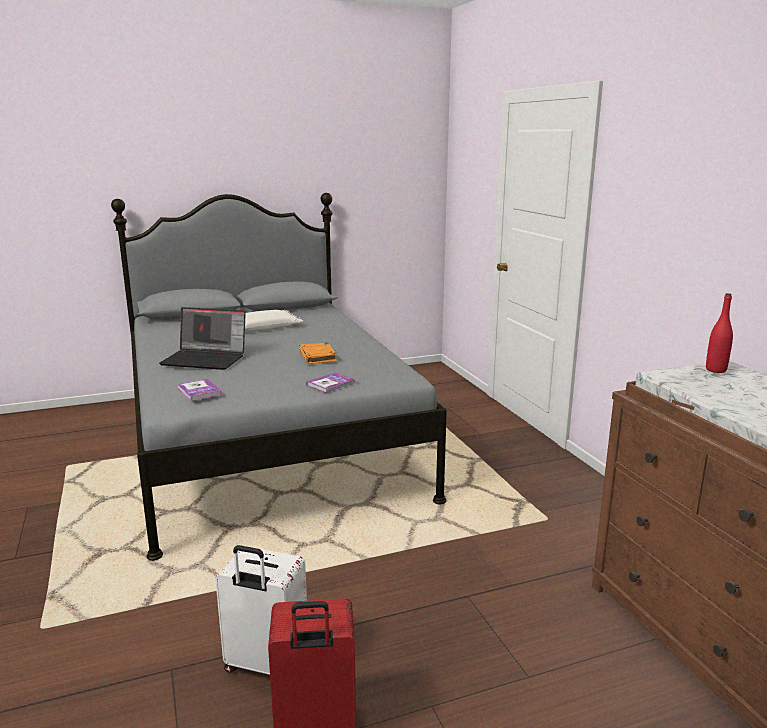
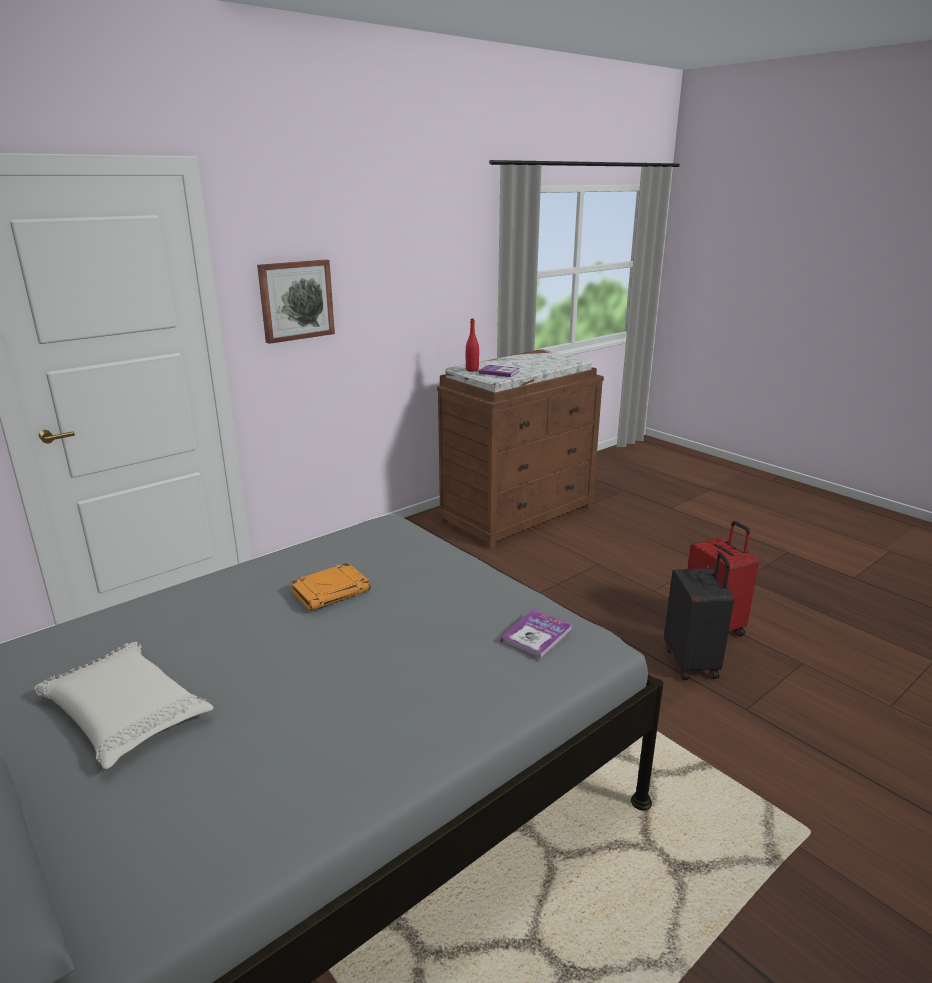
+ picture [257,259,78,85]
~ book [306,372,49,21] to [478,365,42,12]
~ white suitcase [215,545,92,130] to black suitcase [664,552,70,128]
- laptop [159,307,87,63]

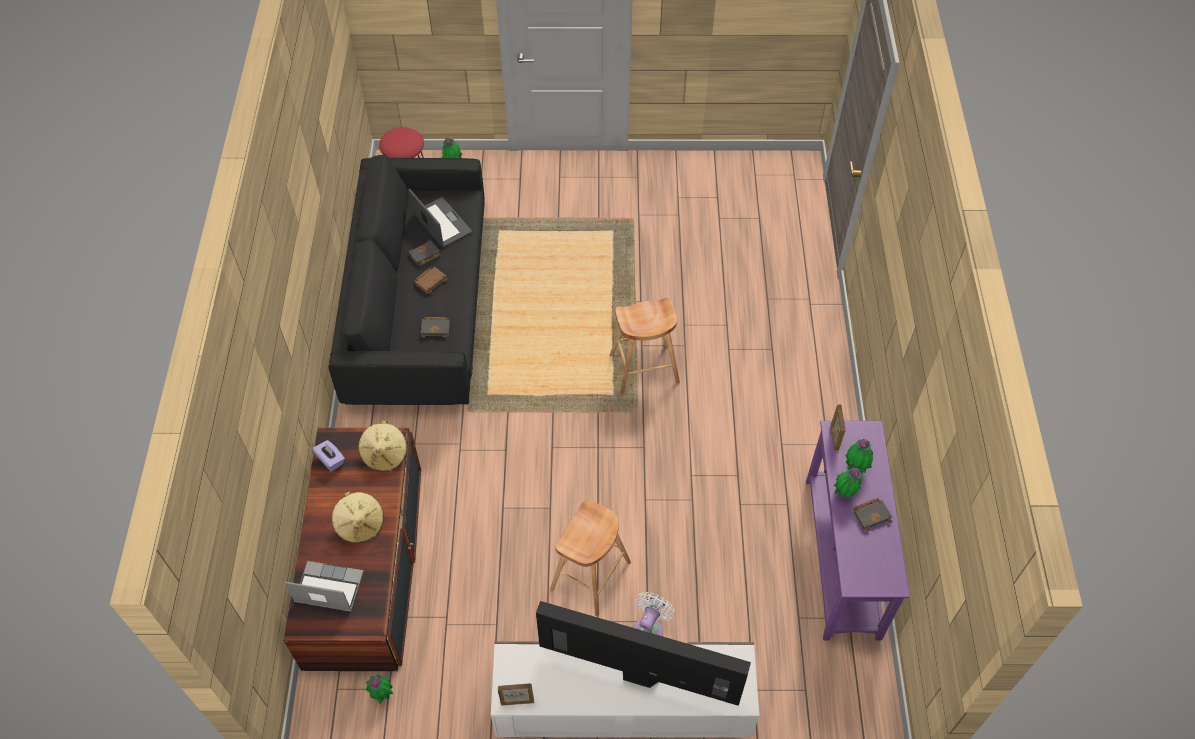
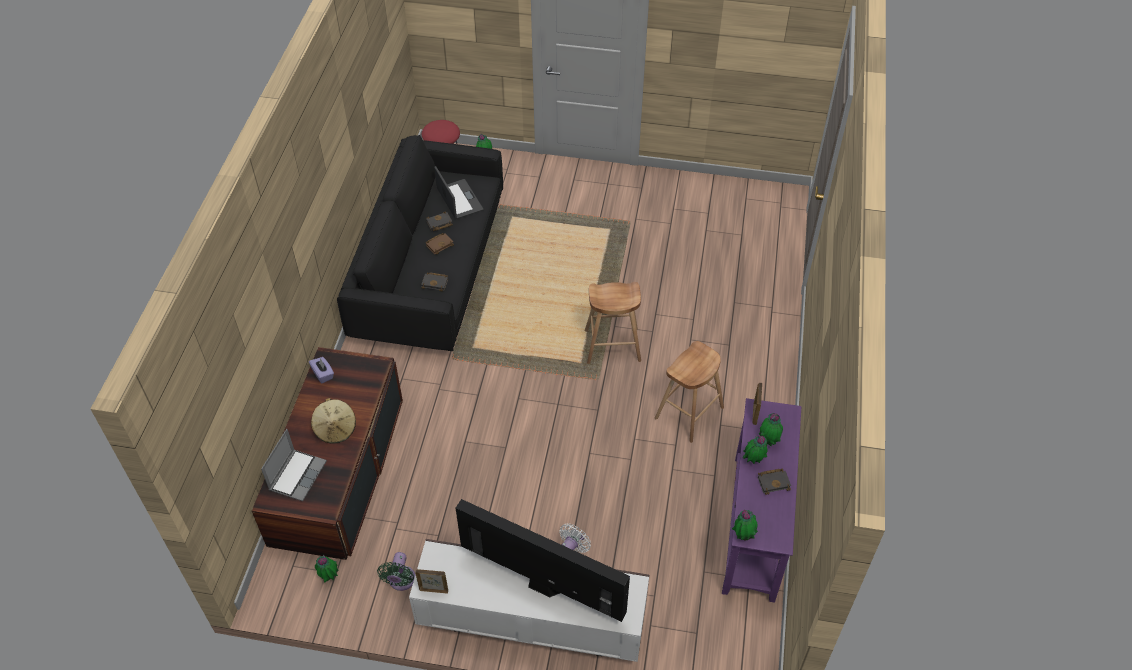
~ laptop [285,561,79,51] = [261,429,66,72] 90 degrees clockwise
+ green fan [377,552,38,39]
~ brown stool [550,500,81,116] to [655,341,69,102]
+ potted plant [732,510,26,31]
- beige hat [358,420,49,52]

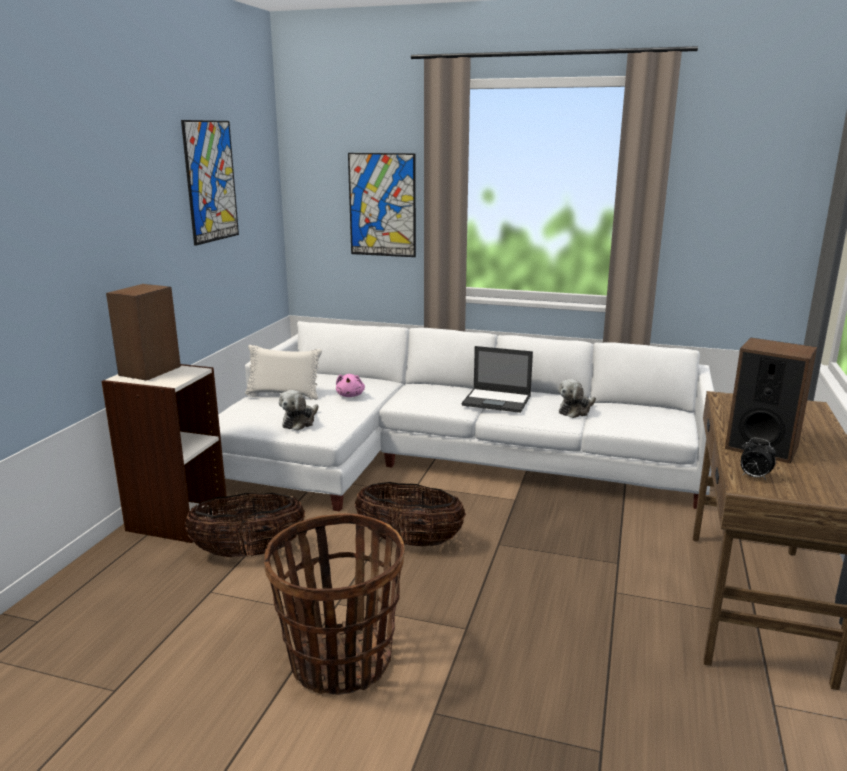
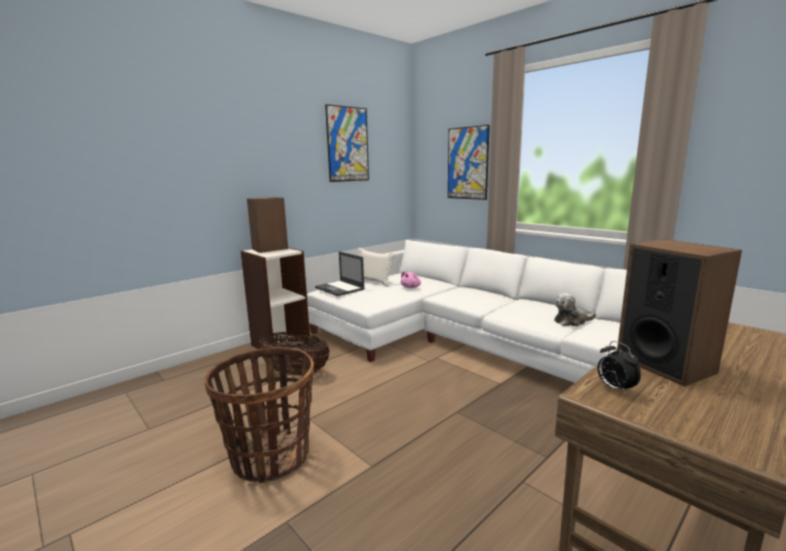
~ laptop [462,346,71,67] to [315,252,50,44]
- plush toy [279,390,40,40]
- basket [355,482,111,64]

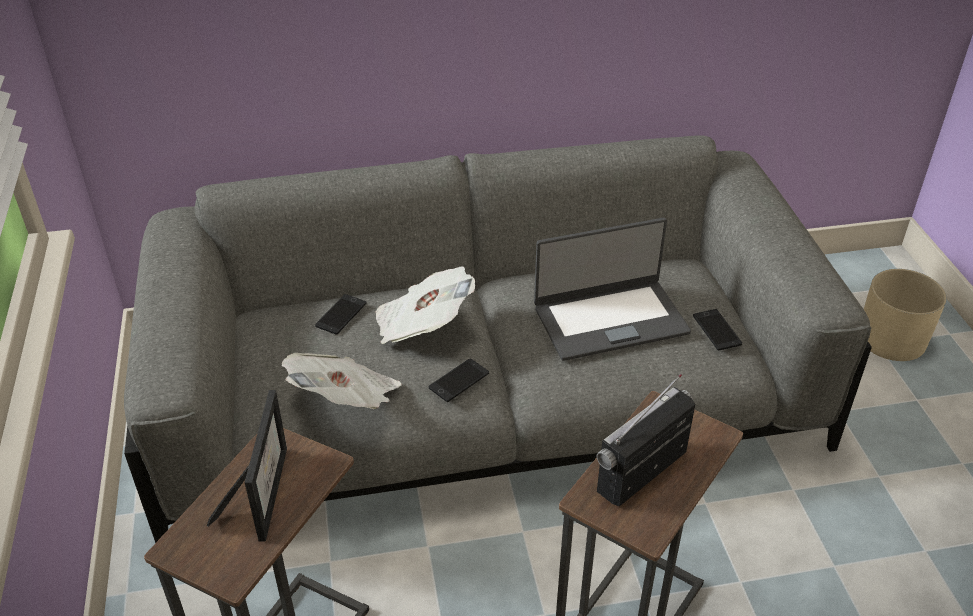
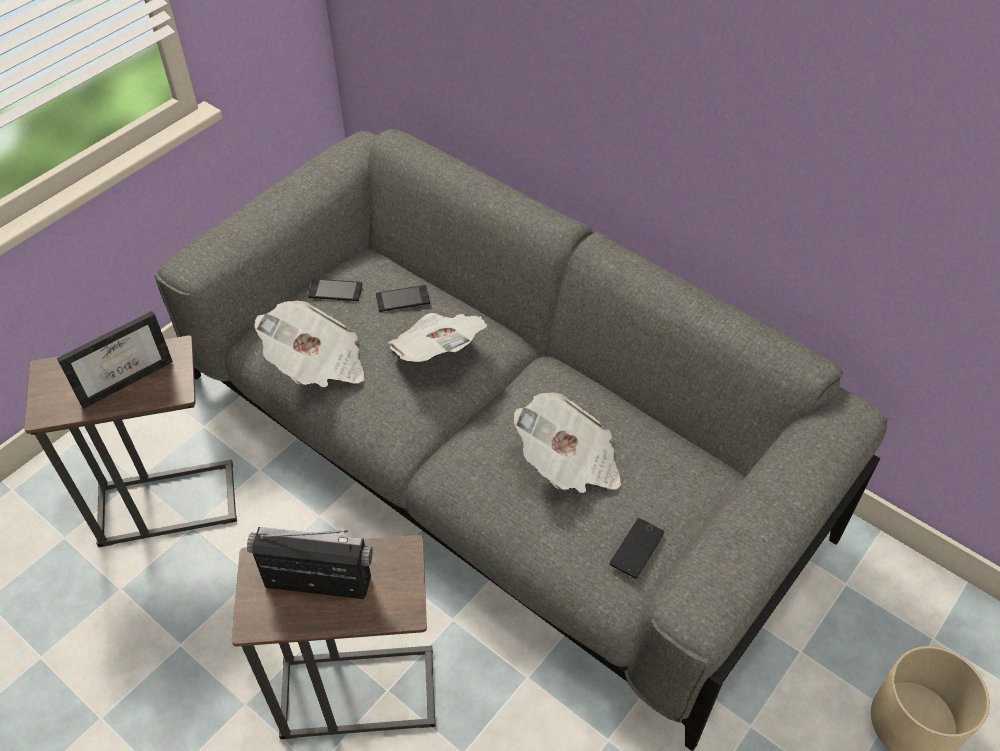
~ phone [429,359,60,43] to [308,279,54,22]
~ laptop [534,218,157,143] to newspaper [514,392,107,101]

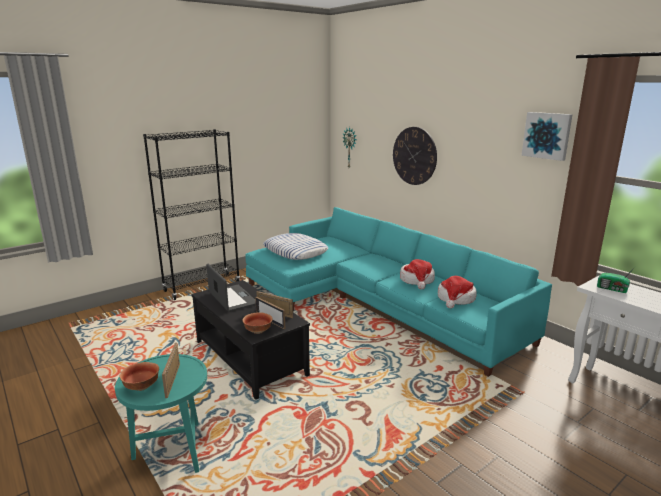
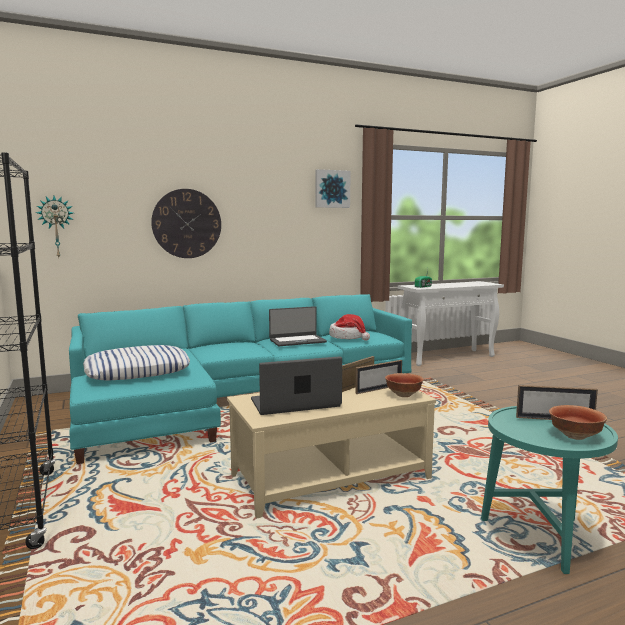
~ black coffee table [191,280,119,120] to beige coffee table [227,388,209,130]
~ hat [400,259,35,30] to laptop [269,306,58,40]

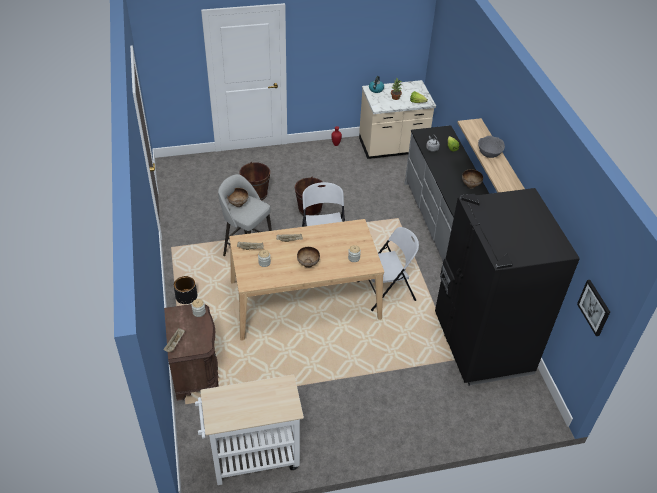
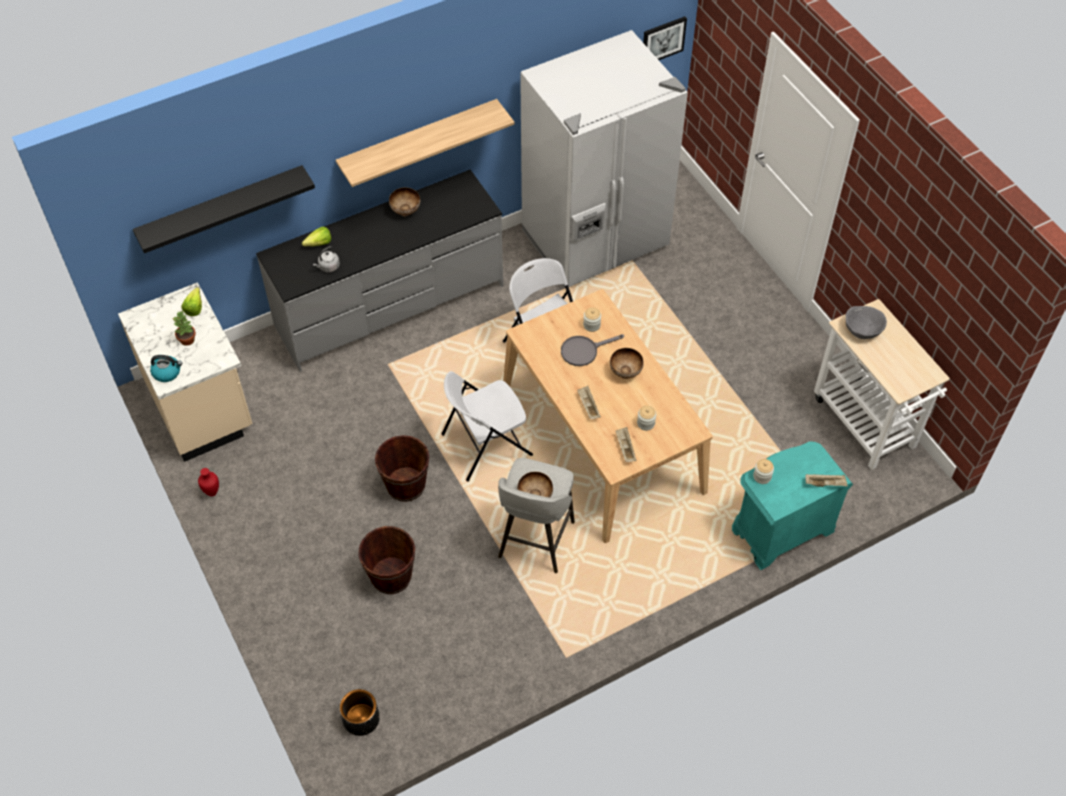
+ black shelf [133,165,182,88]
~ black planter [174,276,23,28] to [340,689,40,47]
~ black fridge [435,188,145,198] to white fridge [520,30,168,258]
+ grey frying pan [561,334,63,32]
~ brown nightstand [164,304,55,97] to turquoise nightstand [732,441,121,129]
~ grey bowl [478,135,27,23] to [846,306,41,33]

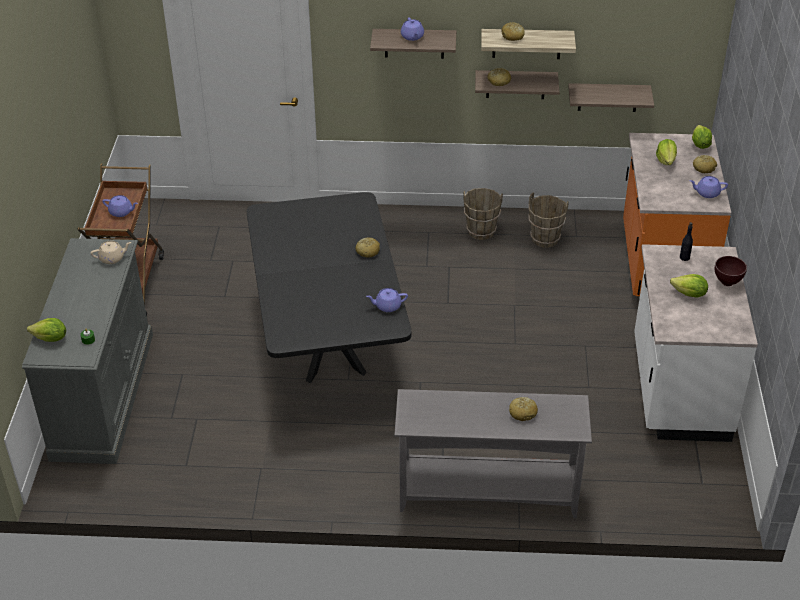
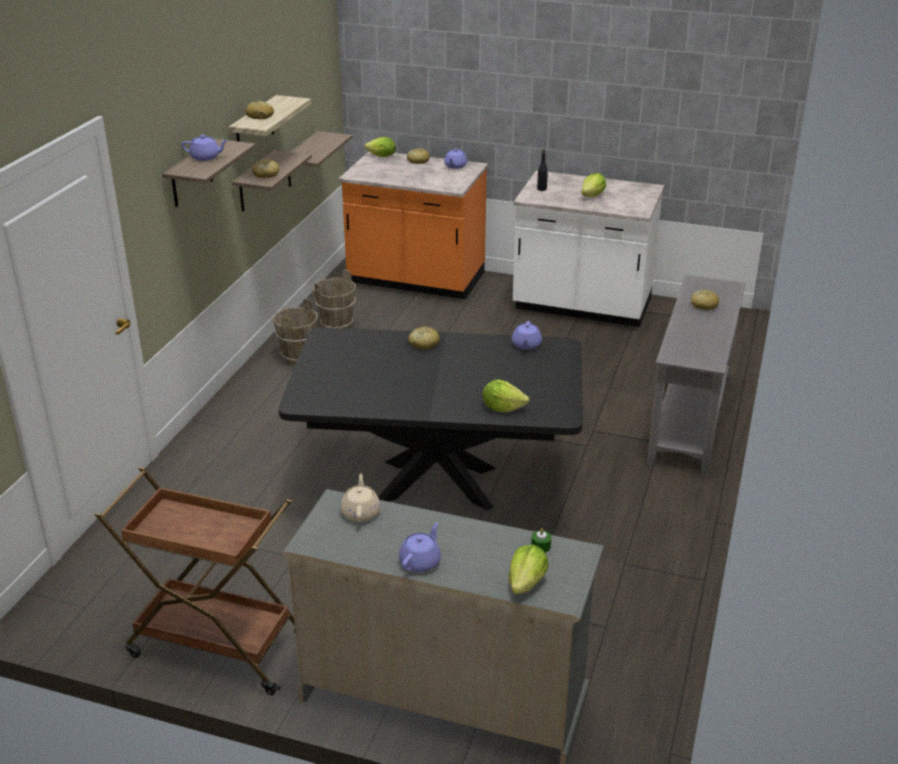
~ purple teapot [102,195,36,22] to [399,522,42,50]
~ lettuce [656,139,21,26] to [483,379,47,33]
- brown bowl [715,256,32,30]

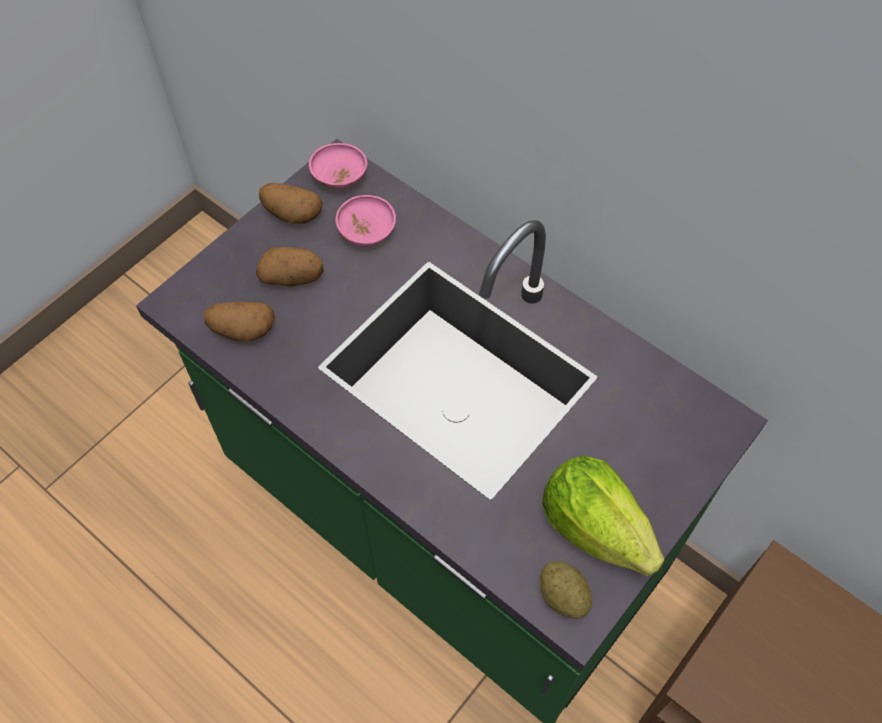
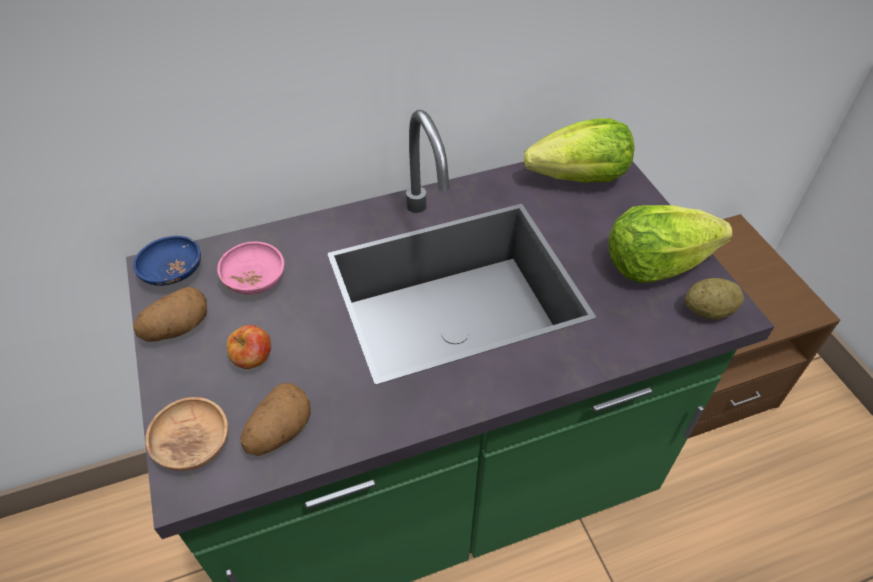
~ pink bowl [309,143,58,46] to blue bowl [133,236,68,50]
+ brown bowl [145,397,83,74]
~ potato [256,247,68,39] to apple [227,325,44,44]
+ lettuce [524,118,110,65]

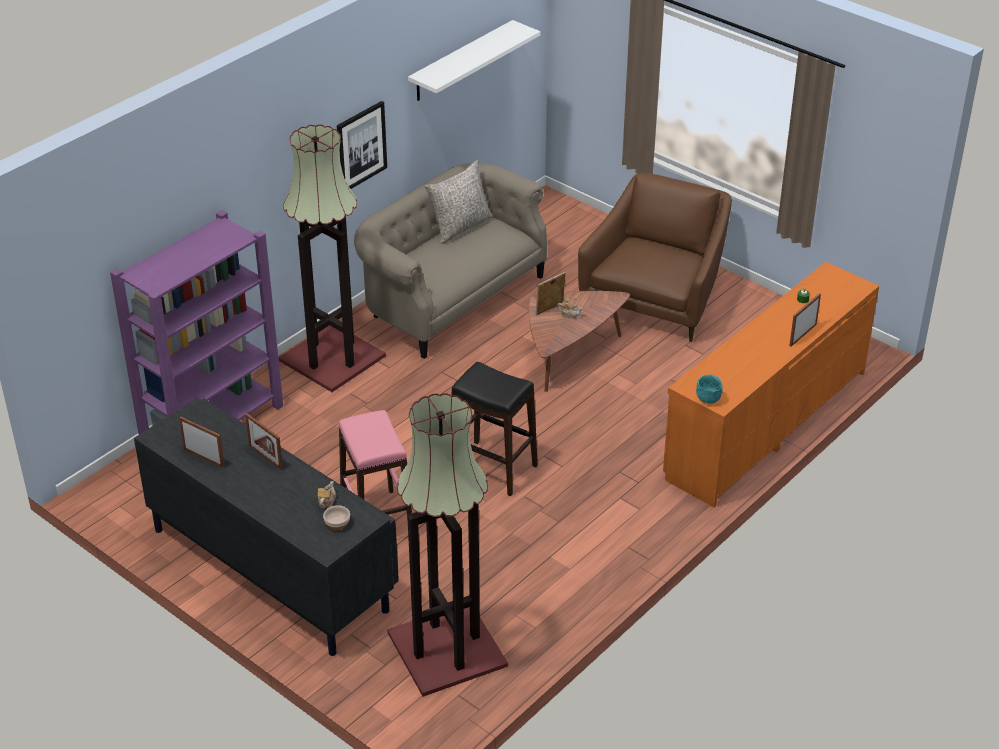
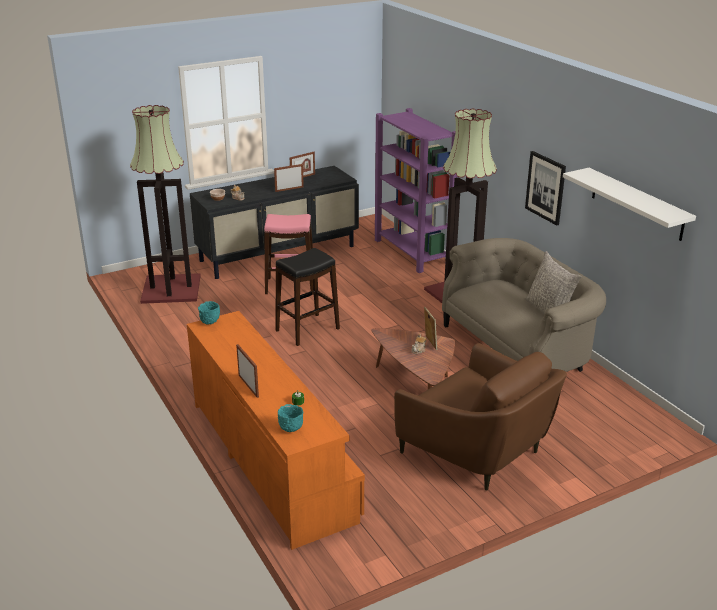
+ turquoise bowl [278,404,25,28]

